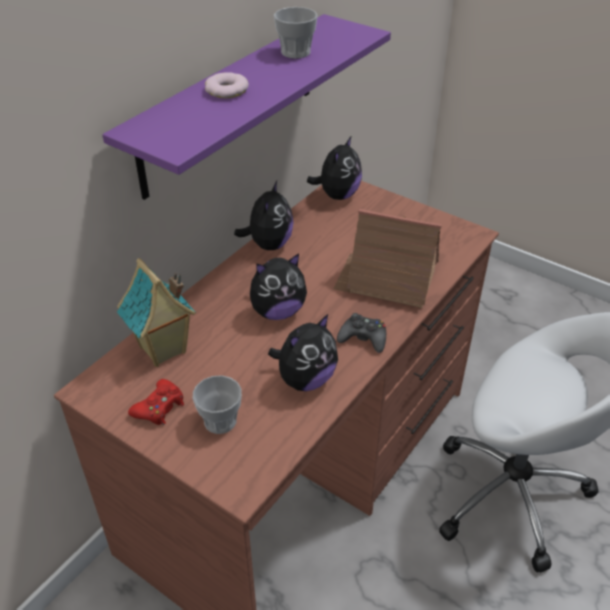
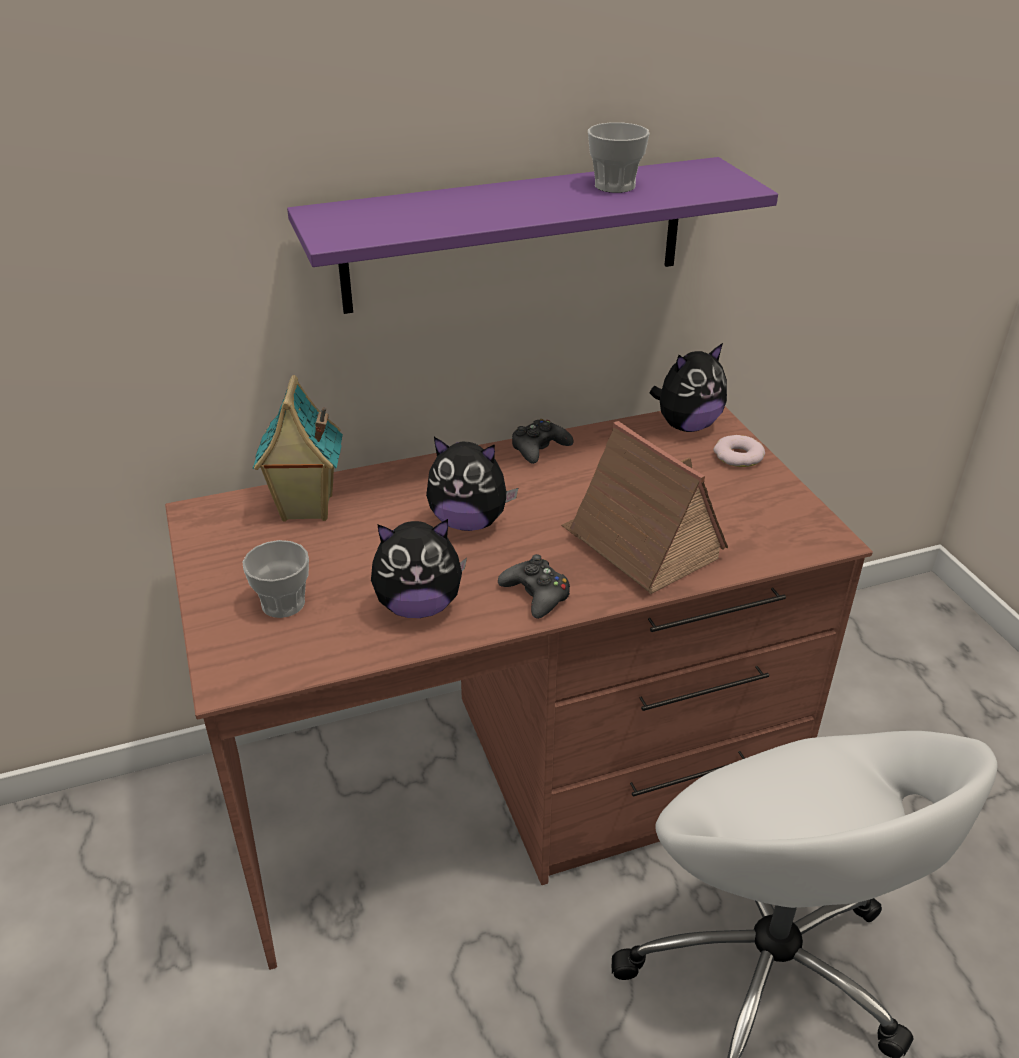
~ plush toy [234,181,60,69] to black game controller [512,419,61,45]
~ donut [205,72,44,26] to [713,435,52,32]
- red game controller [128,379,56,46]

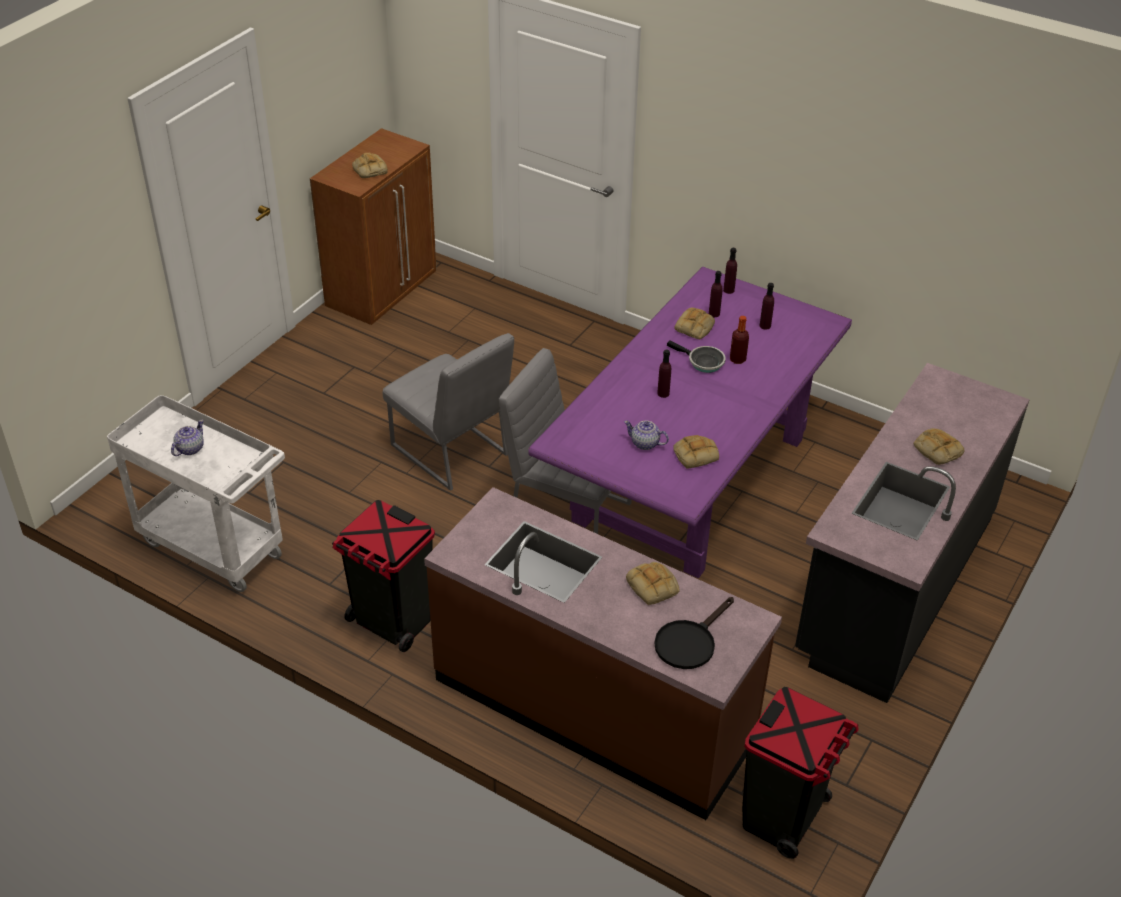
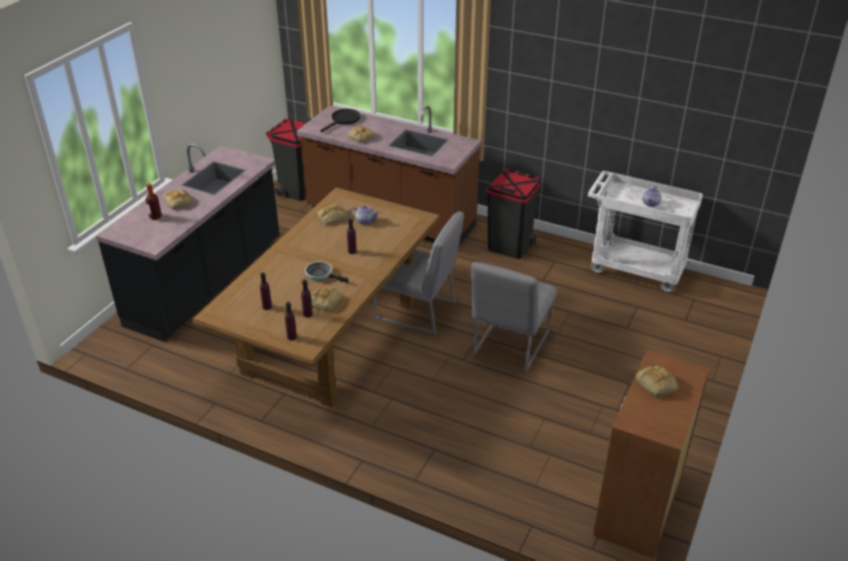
~ bottle [730,316,19,48] to [146,183,16,37]
~ purple dining table [529,267,323,311] to brown dining table [192,187,248,221]
~ grey chair [383,333,131,158] = [471,262,86,110] 105 degrees counterclockwise

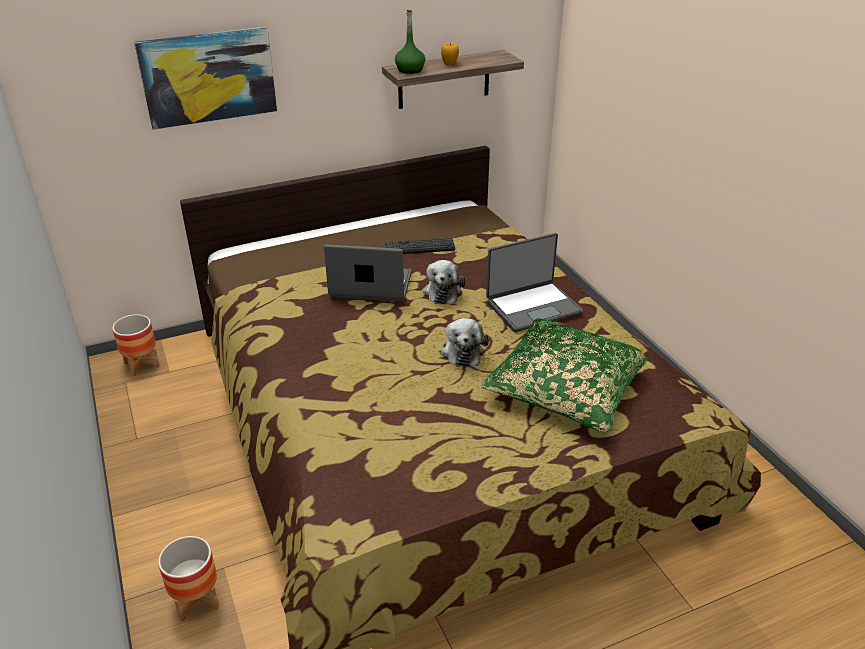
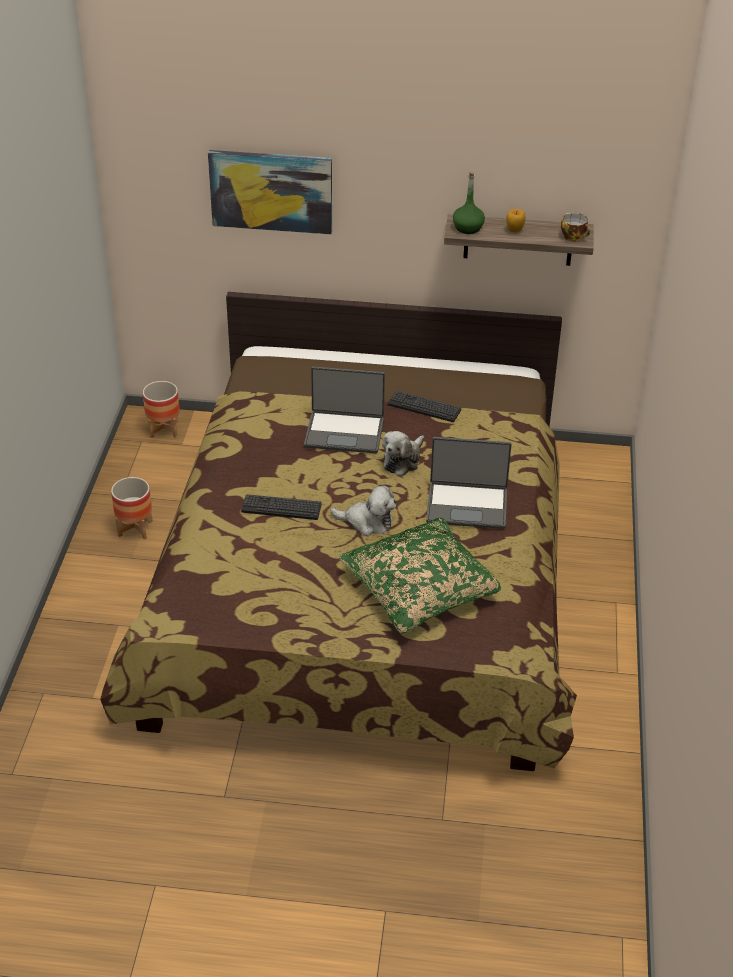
~ planter [158,536,61,85] to [111,477,42,62]
+ keyboard [241,494,81,26]
~ laptop [324,245,87,57] = [304,367,81,86] 150 degrees clockwise
~ plush toy [441,318,48,49] = [330,485,66,51] 105 degrees counterclockwise
+ cup [561,213,29,29]

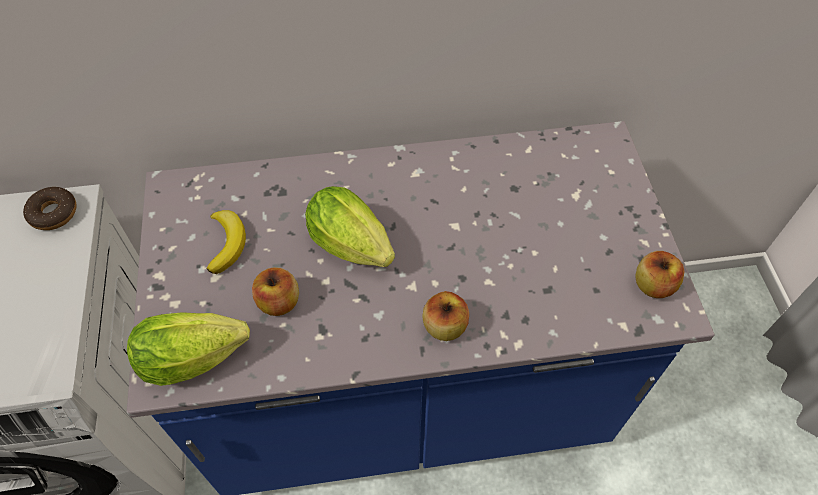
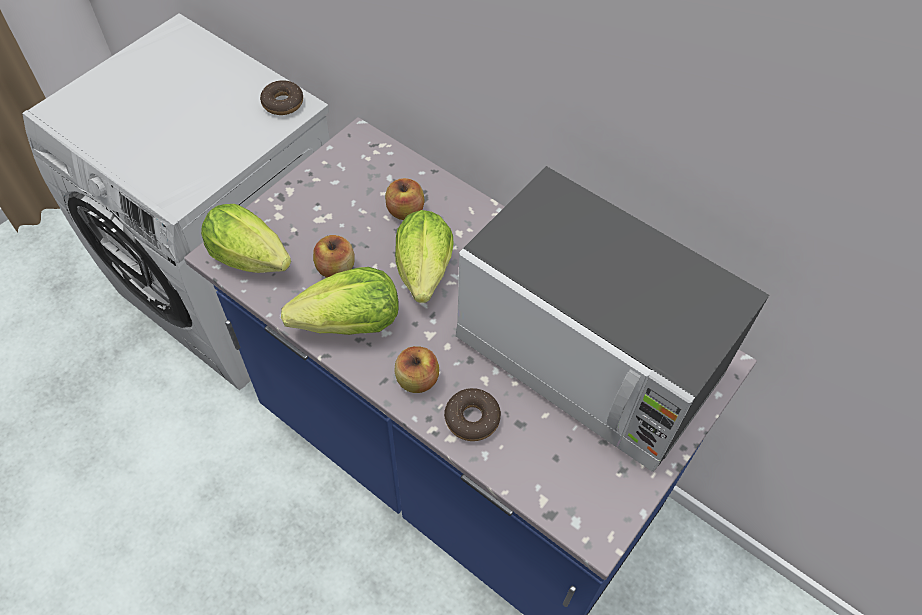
+ lettuce [281,267,118,68]
~ apple [635,251,49,47] to [385,178,40,42]
+ donut [444,388,57,53]
+ microwave [456,166,313,306]
- banana [207,210,39,64]

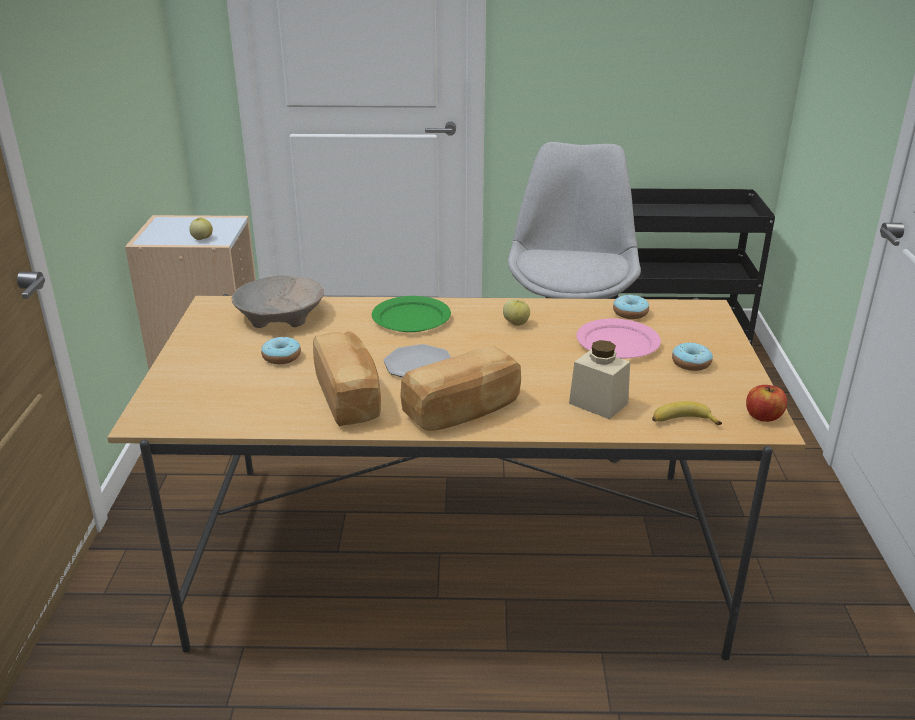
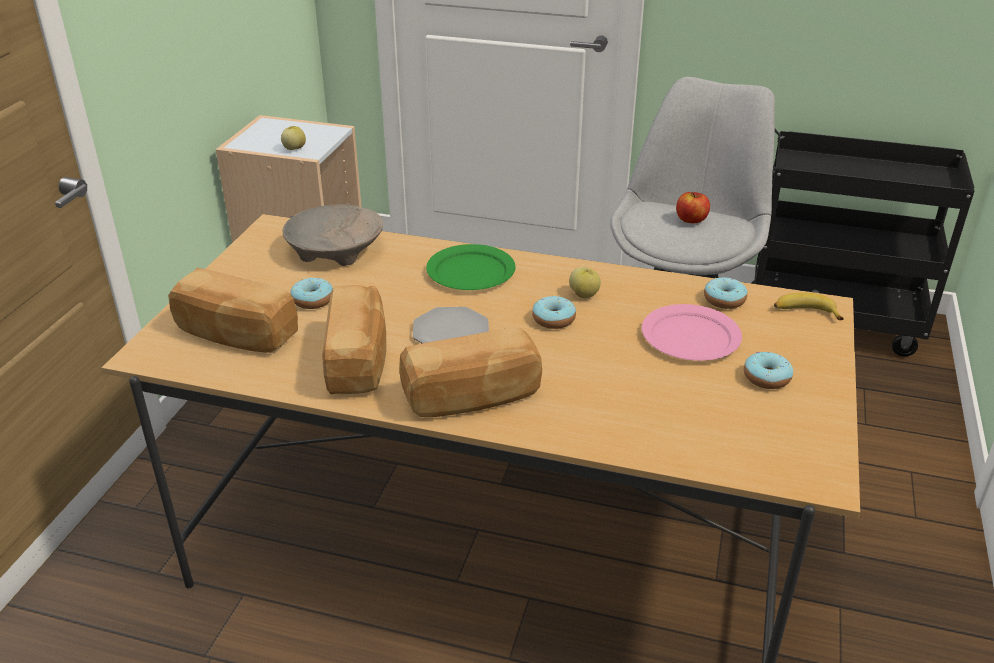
+ bread [168,268,130,85]
+ donut [532,296,44,33]
~ apple [746,385,41,37] to [676,192,34,31]
~ banana [652,401,70,24] to [774,293,70,27]
- beige jar [569,340,61,79]

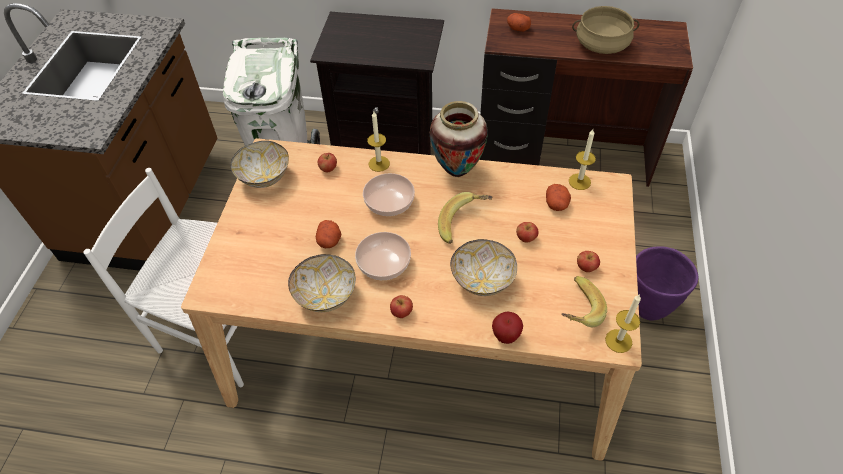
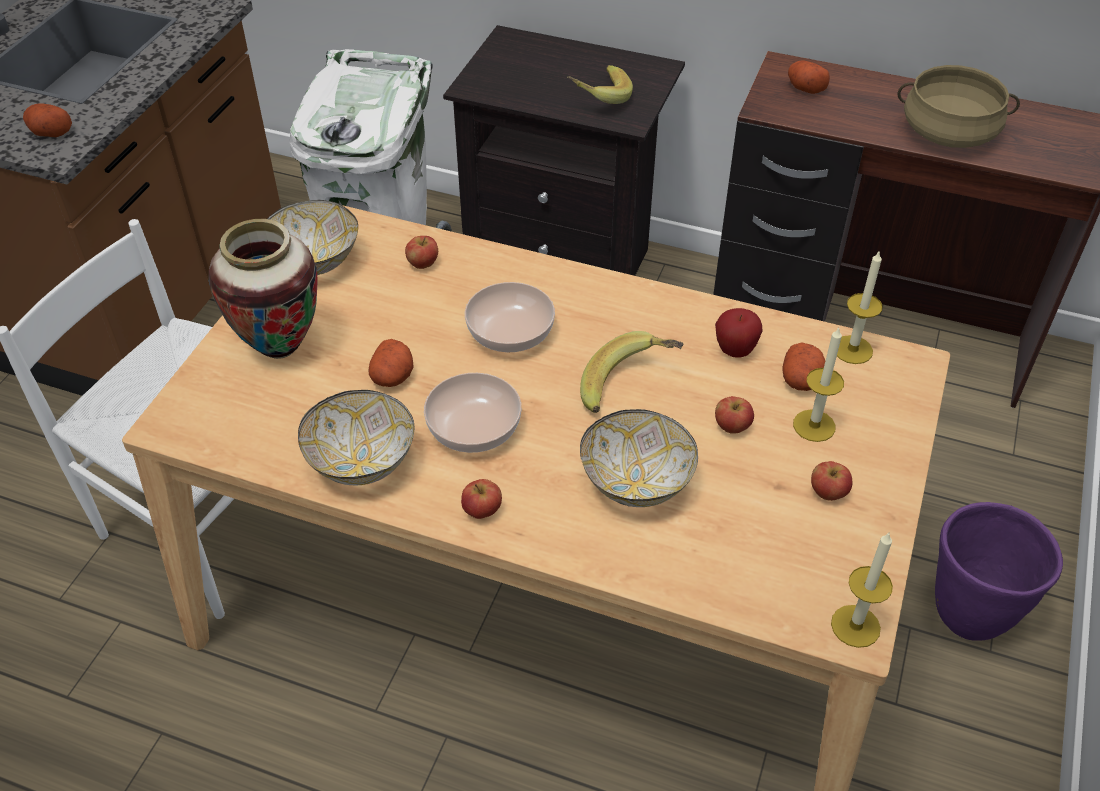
+ potato [23,103,49,34]
~ vase [430,101,58,76] to [209,219,109,140]
~ banana [562,276,45,51] to [568,65,65,39]
~ apple [492,312,31,32] to [715,308,47,50]
~ candle [367,112,23,60] to [793,328,51,114]

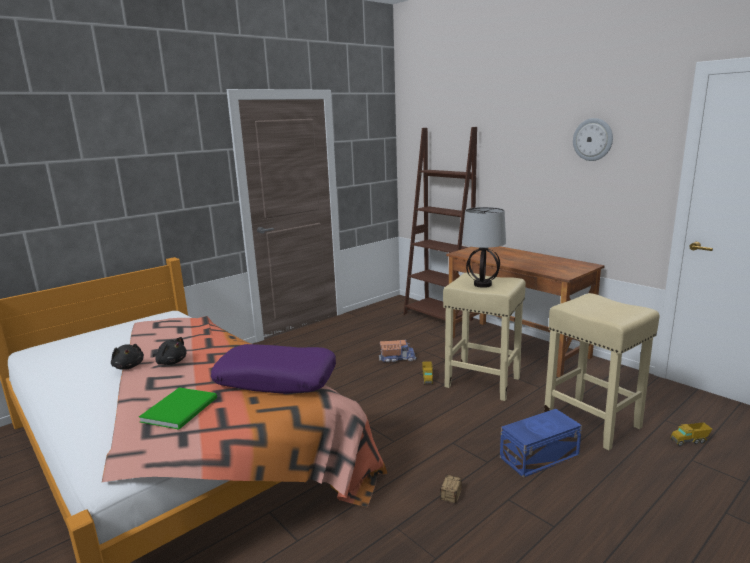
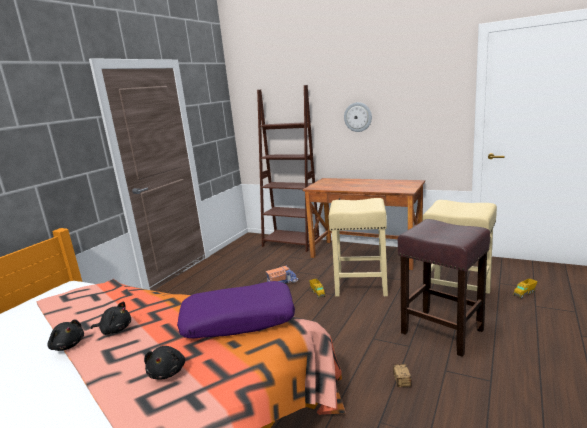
~ green book [139,388,78,41] to black plush toy [144,346,41,33]
~ wall clock [573,118,40,43] to [344,102,28,30]
~ blue storage box [500,409,82,69] to brown stool [398,219,92,138]
- table lamp [462,207,44,81]

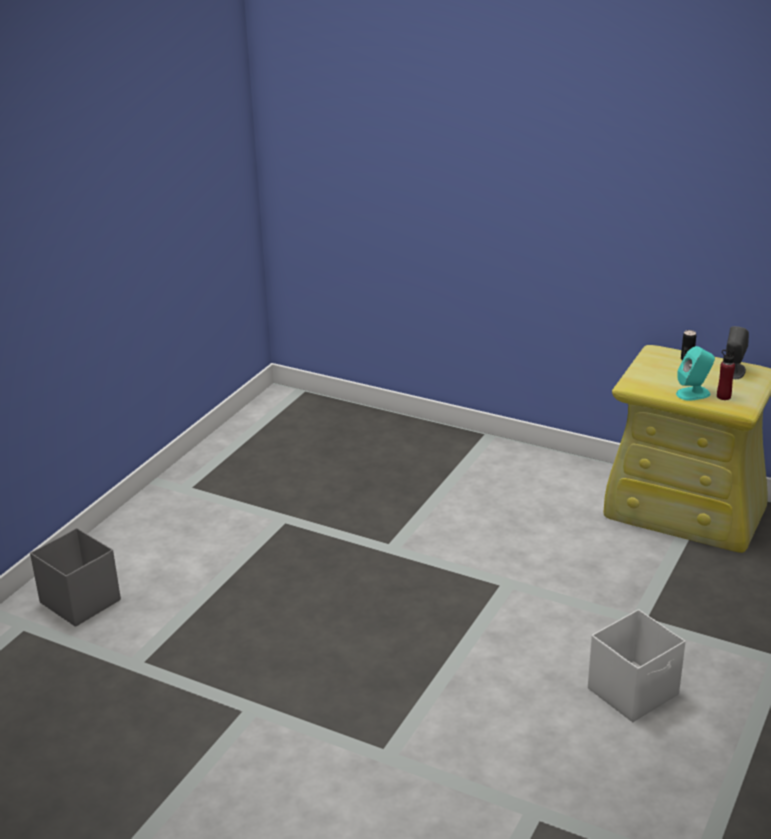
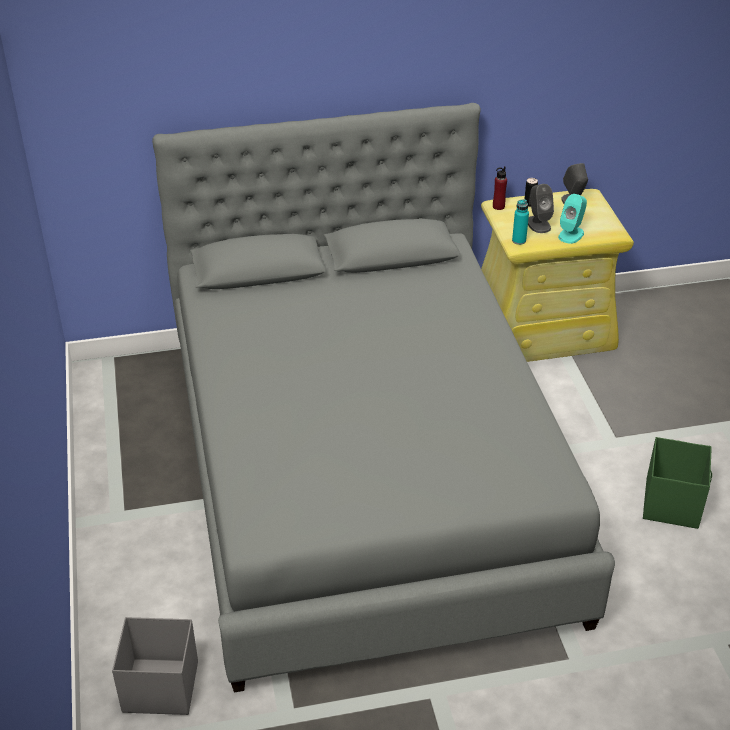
+ grey bed [152,103,463,590]
~ red bottle [717,350,18,50] to [493,166,14,44]
+ turquoise bottle [512,199,17,46]
+ grey speaker [528,184,26,49]
~ white storage box [588,609,98,113] to green storage box [643,437,69,92]

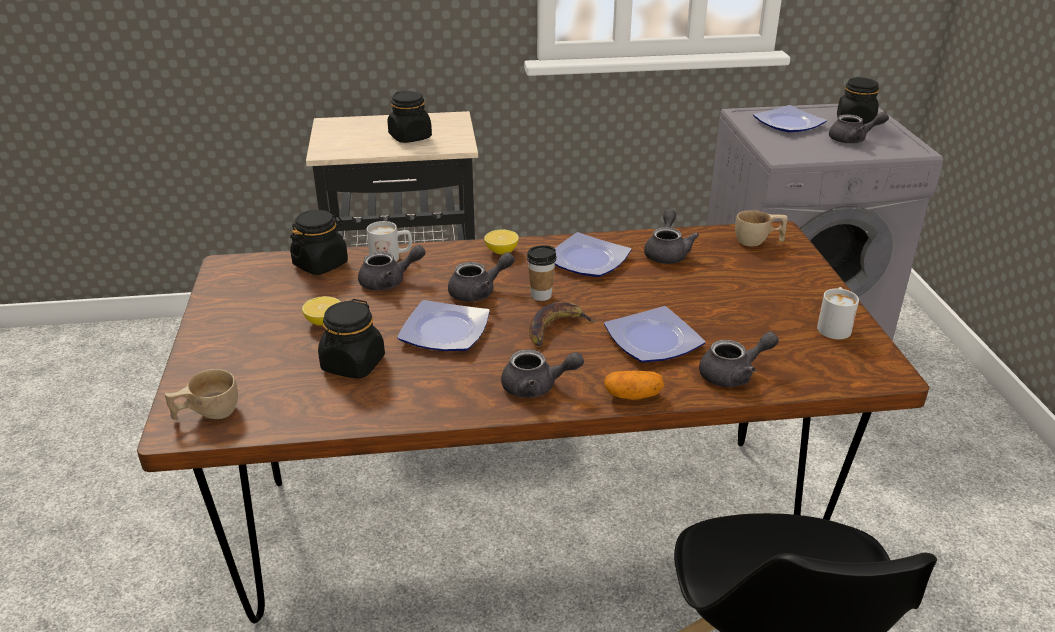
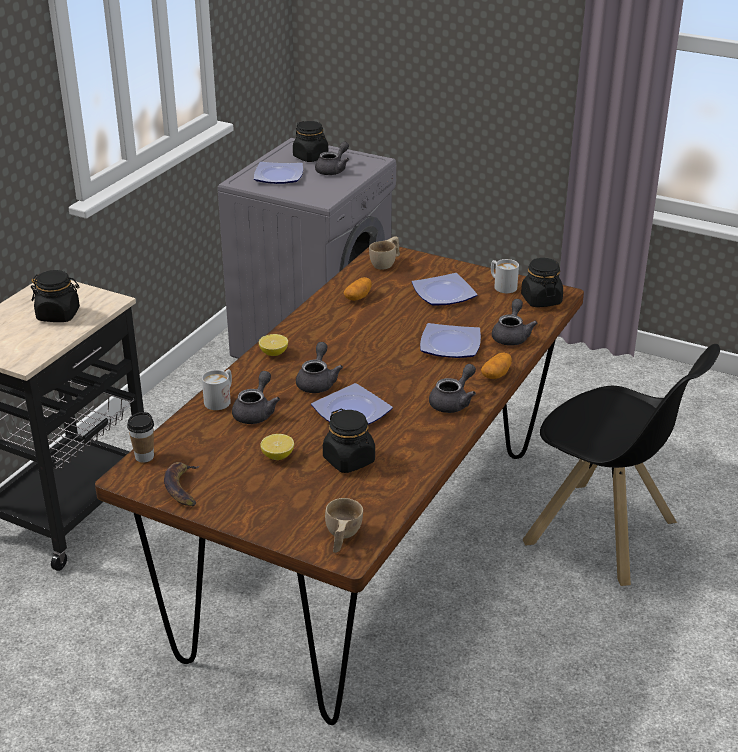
~ cup [527,245,30,56] to [127,412,27,51]
~ banana [529,302,67,44] to [164,462,36,44]
~ grey teapot [644,209,55,55] to potato [343,277,29,24]
~ plate [555,232,77,45] to [412,273,65,33]
~ black jar [290,210,58,65] to [521,258,42,49]

